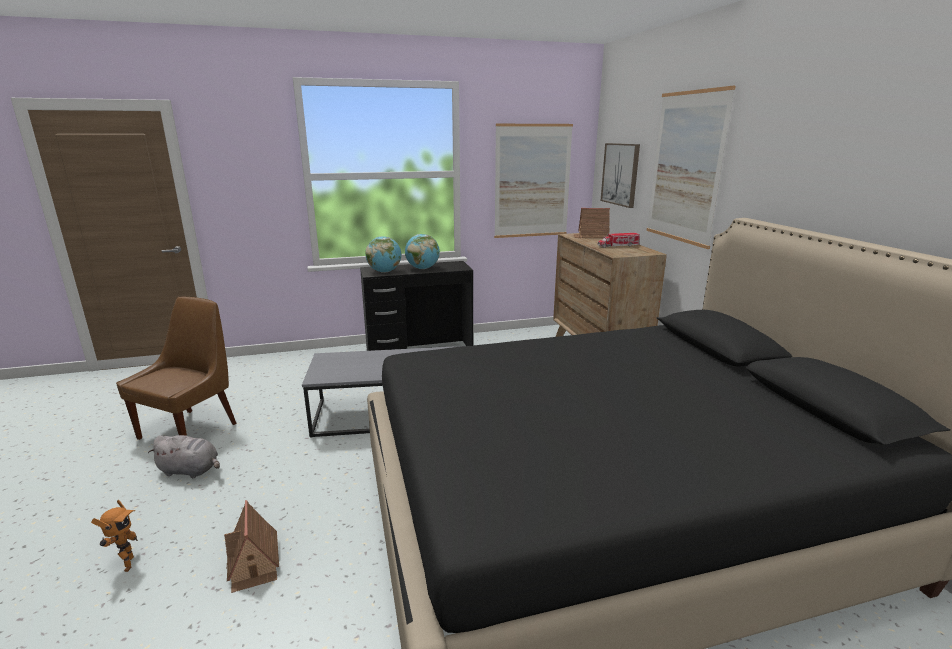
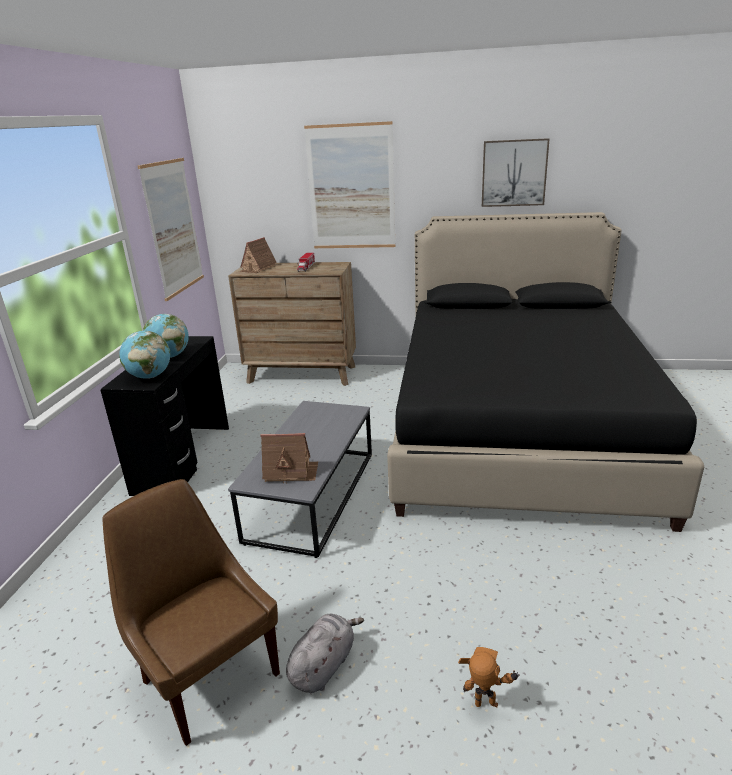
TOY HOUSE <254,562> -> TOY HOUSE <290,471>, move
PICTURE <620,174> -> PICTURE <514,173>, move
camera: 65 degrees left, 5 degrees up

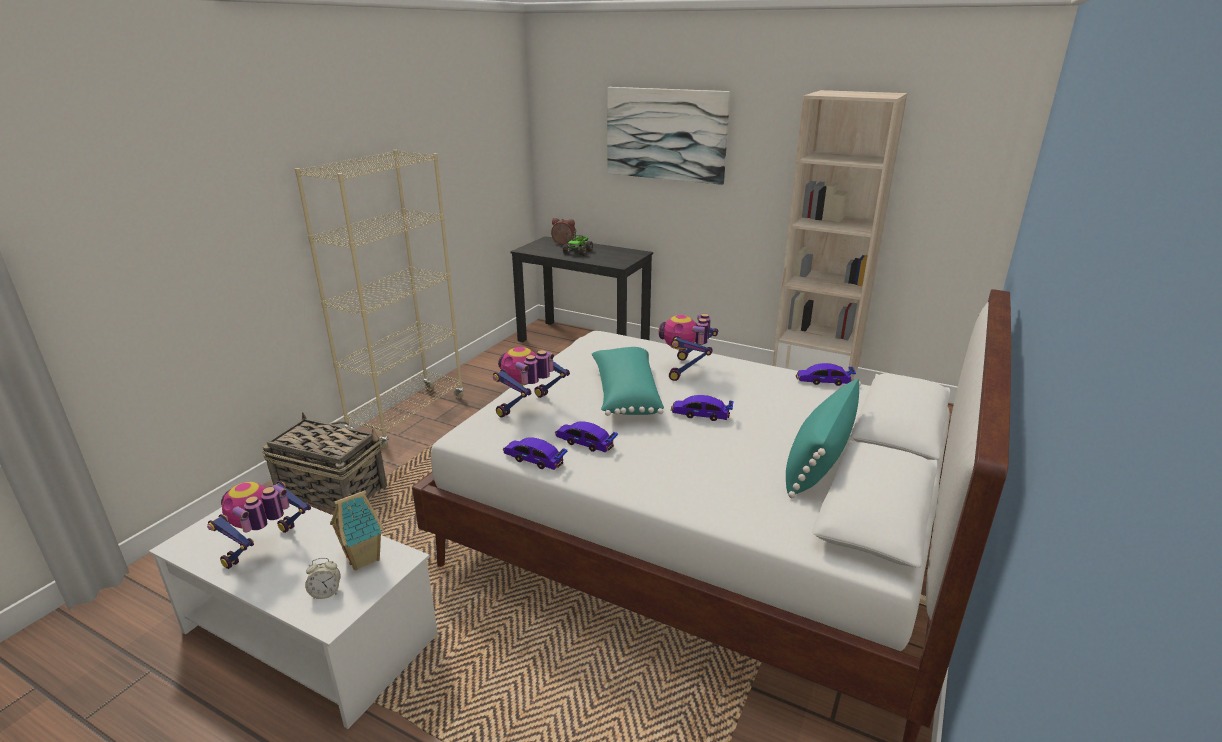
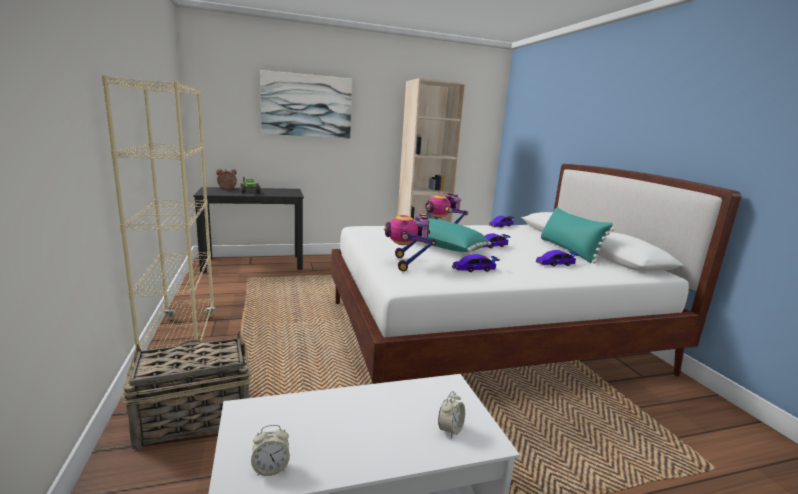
TOY ROBOT <266,550> -> none
TOY HOUSE <364,558> -> none
TOY CAR <534,459> -> TOY CAR <555,264>, move
none -> ALARM CLOCK <271,468>
camera: 45 degrees left, 10 degrees down

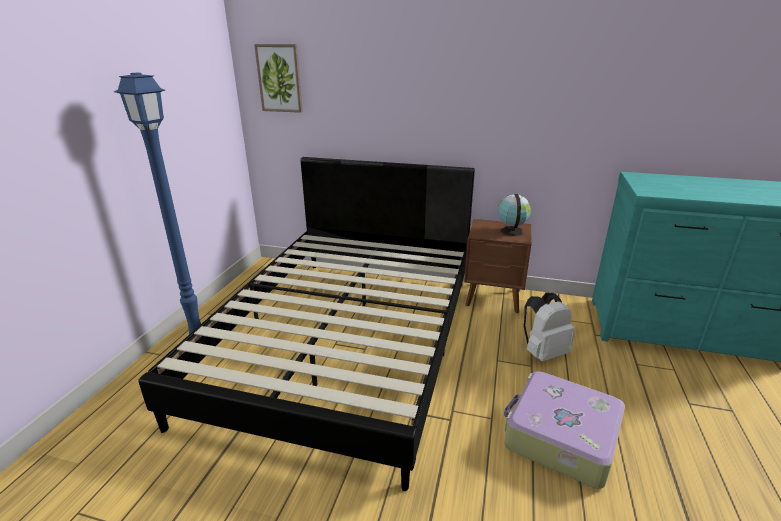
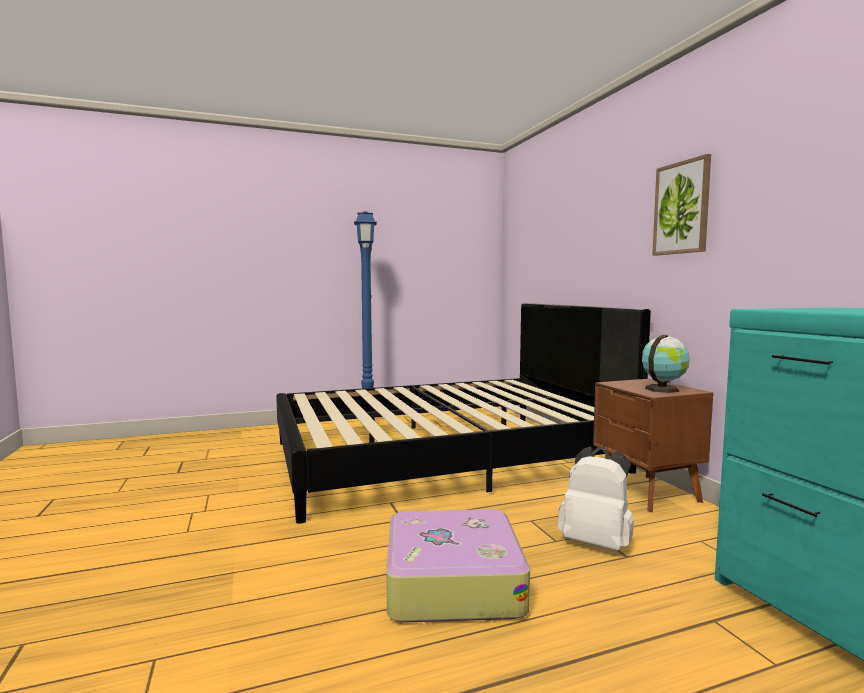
PICTURE <280,78> -> PICTURE <682,208>, move
camera: 55 degrees right, 20 degrees down

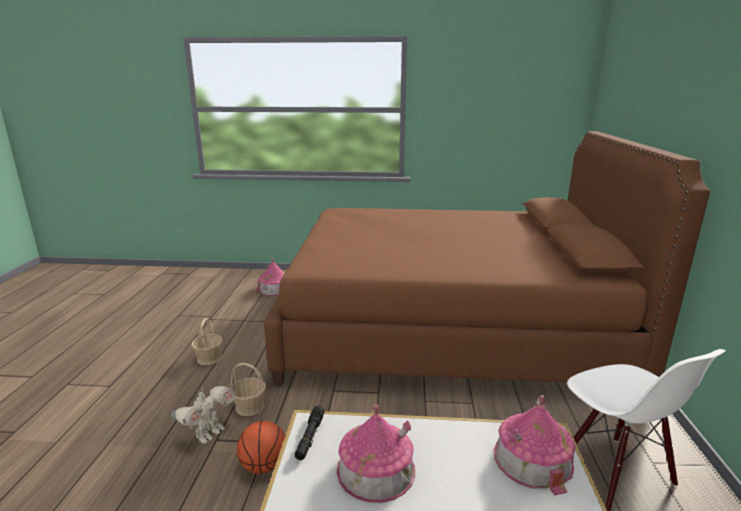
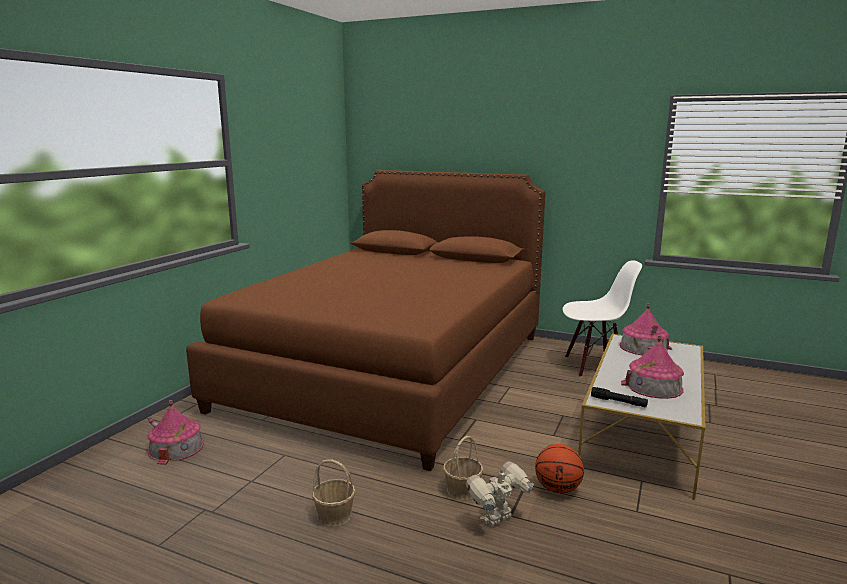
TOY ROBOT <208,433> -> TOY ROBOT <498,520>, 90 degrees counterclockwise
camera: 70 degrees left, 5 degrees down

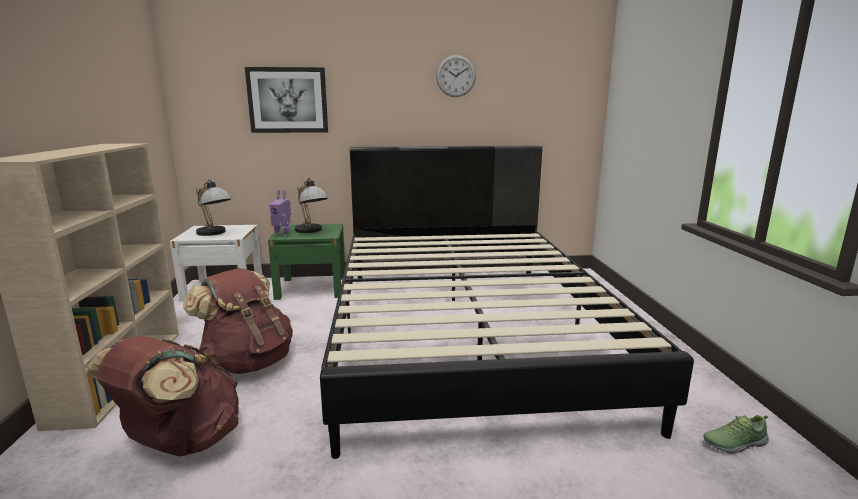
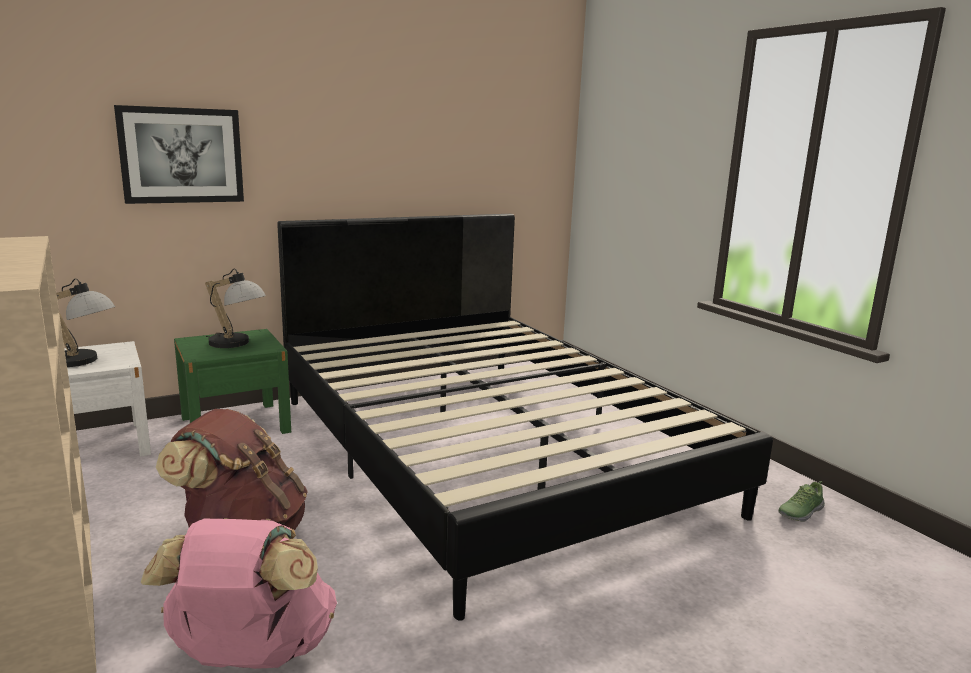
BROWN BACKPACK <181,443> -> PINK BACKPACK <251,655>
TOY ROBOT <283,235> -> none
WALL CLOCK <456,76> -> none
camera: 25 degrees left, 0 degrees up

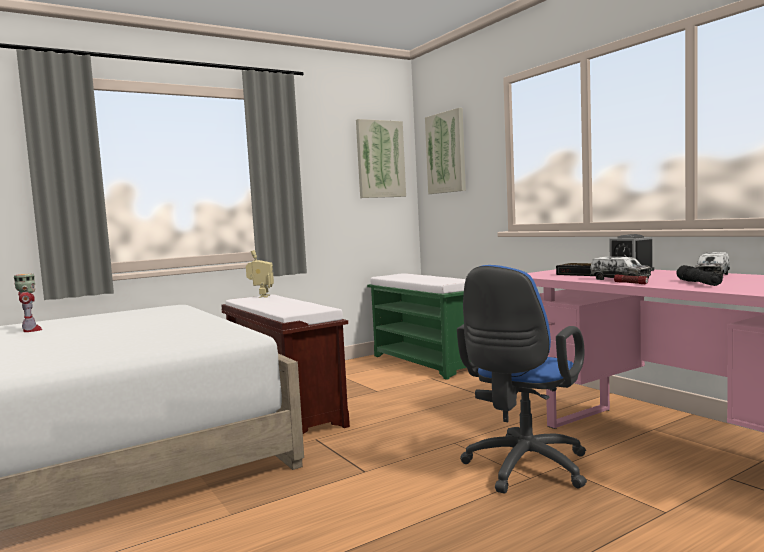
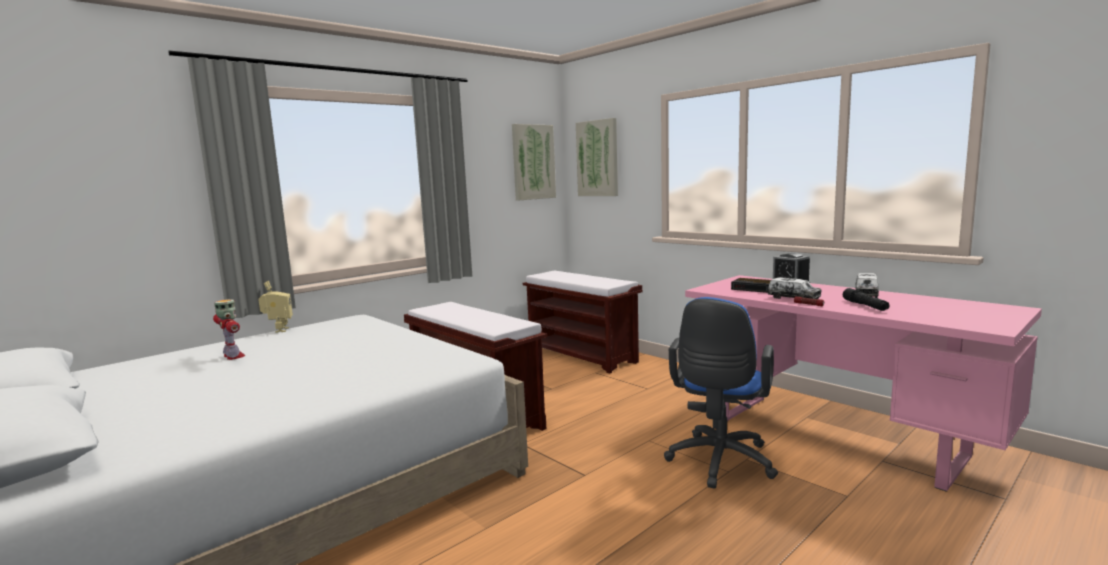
TOY ROBOT <261,296> -> TOY ROBOT <278,330>, move
GREEN BENCH <427,363> -> BROWN BENCH <582,355>
camera: 10 degrees left, 5 degrees up

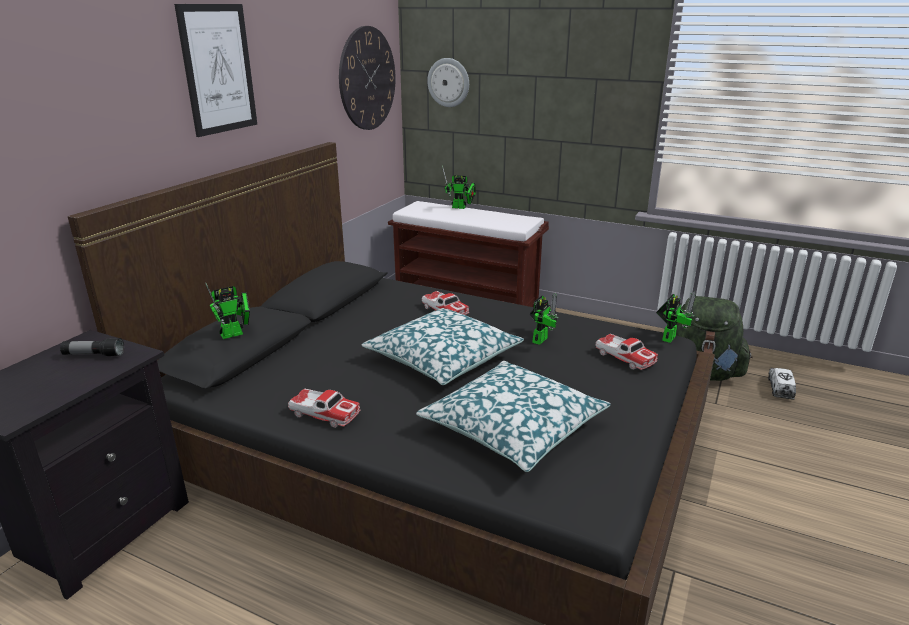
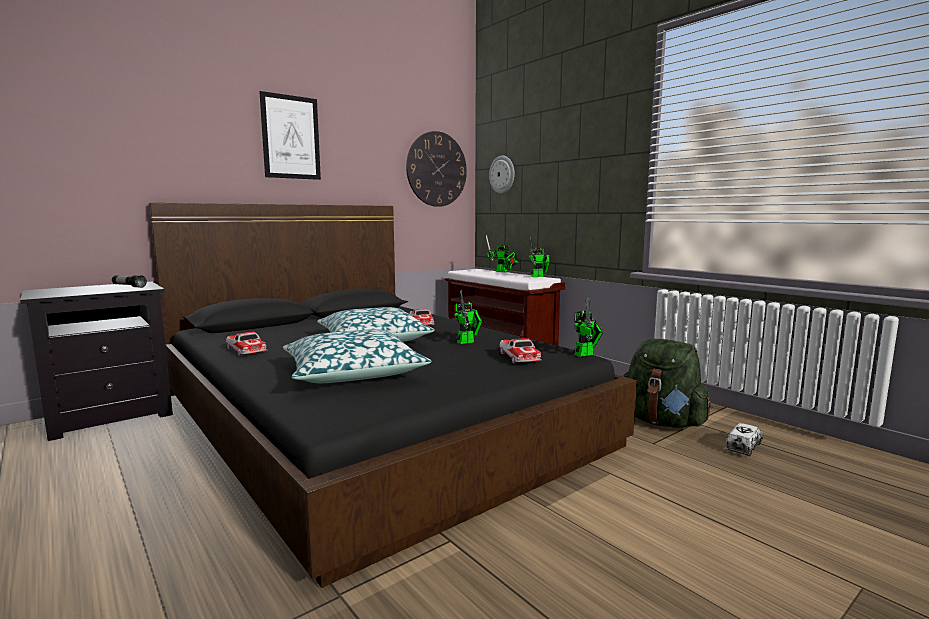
TOY ROBOT <235,334> -> TOY ROBOT <539,276>, move
camera: 25 degrees right, 15 degrees down

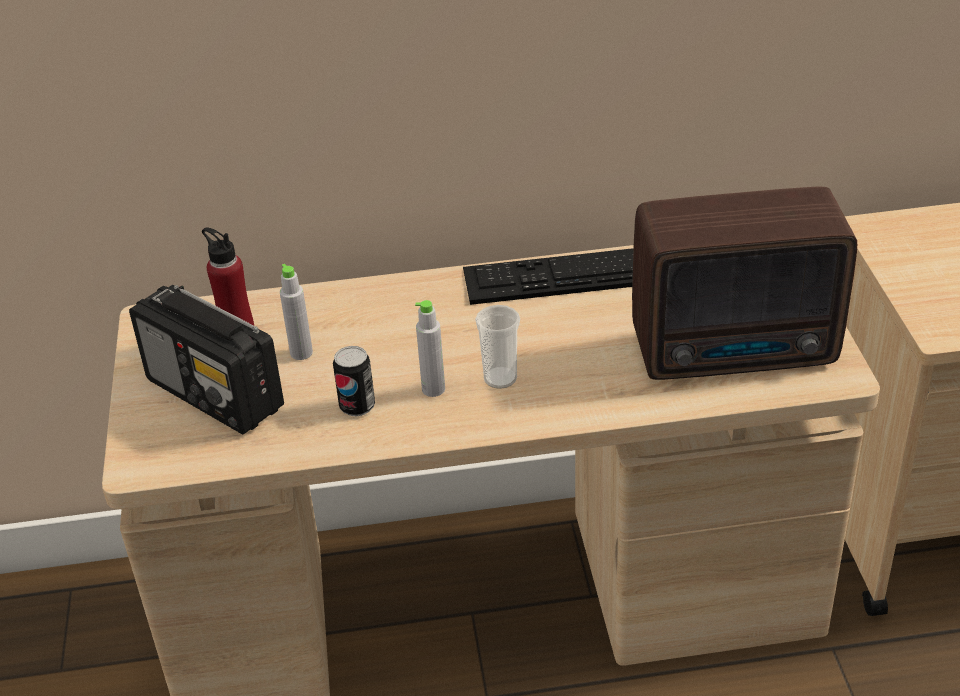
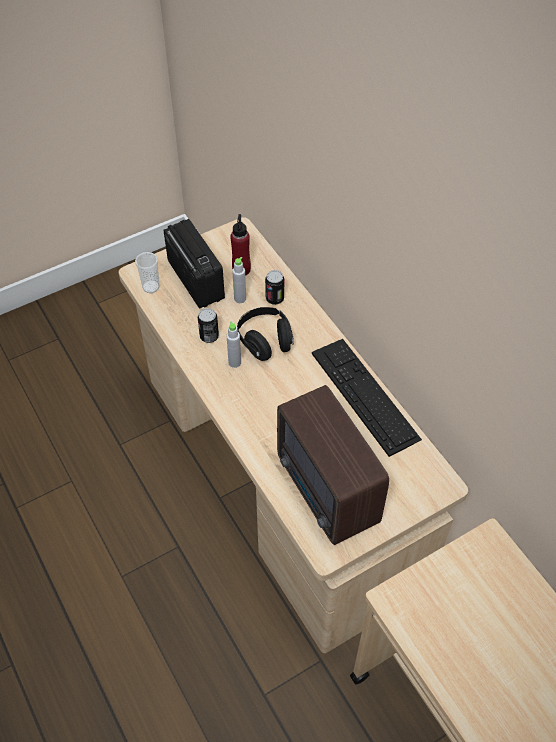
RADIO <216,395> -> RADIO <195,279>, 135 degrees clockwise
CUP <500,378> -> CUP <151,287>, move
none -> BLACK HEADPHONES <265,341>
none -> CAN <274,298>
camera: 65 degrees right, 15 degrees up

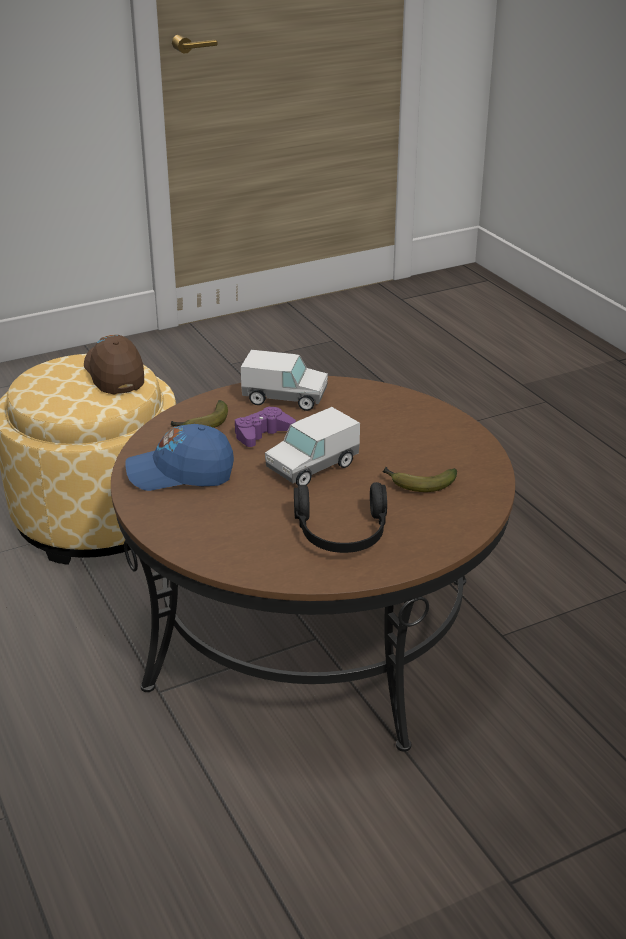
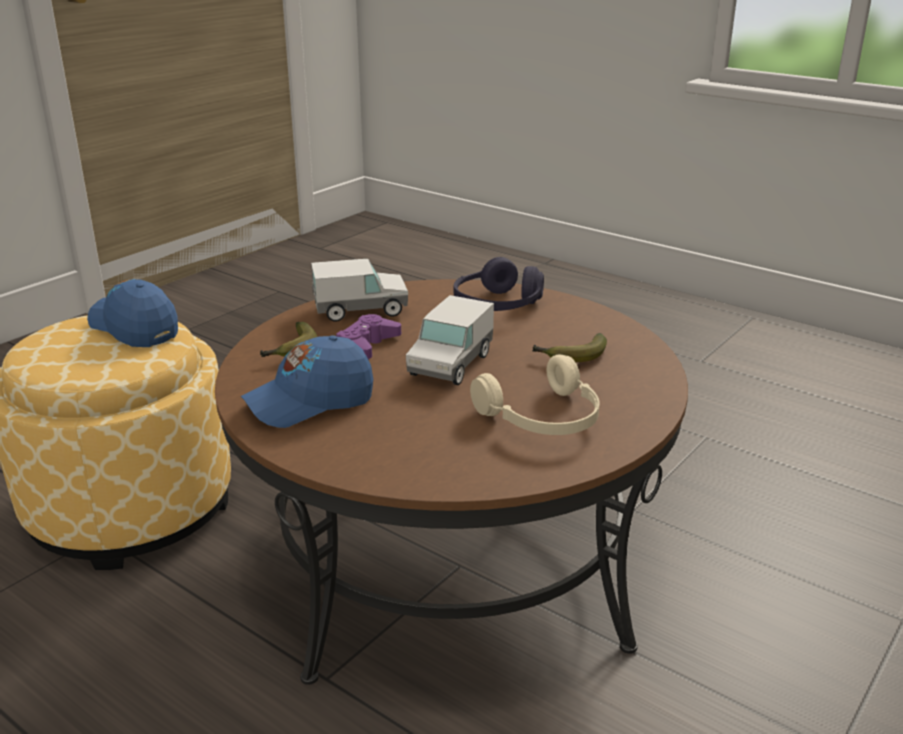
BROWN CAP <114,374> -> BLUE CAP <134,328>
BLACK HEADPHONES <342,534> -> BEIGE HEADPHONES <544,418>
none -> PURPLE HEADPHONES <497,305>
camera: 25 degrees left, 5 degrees down

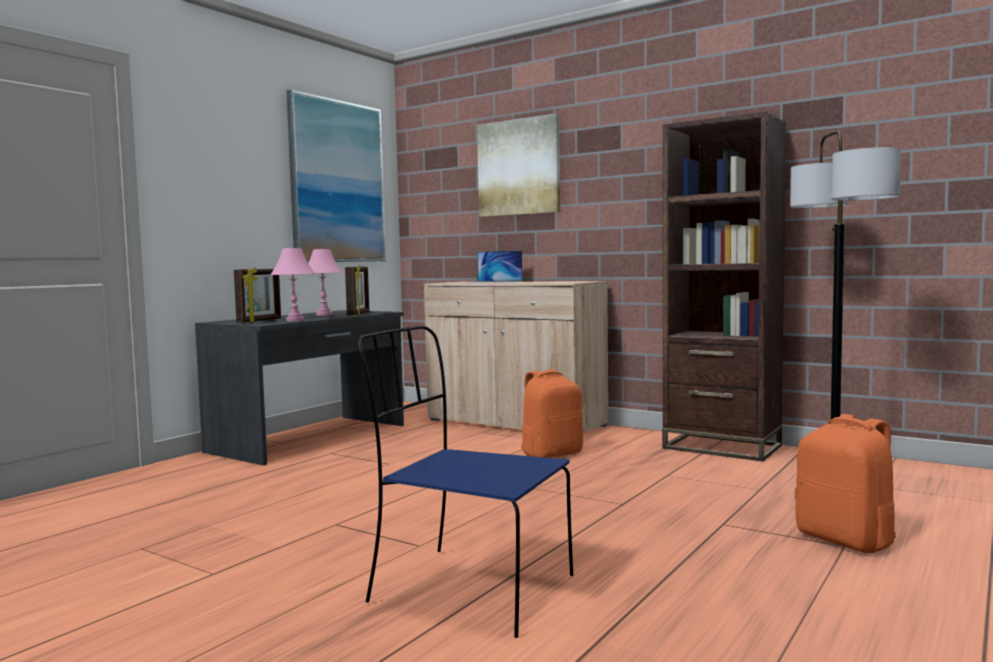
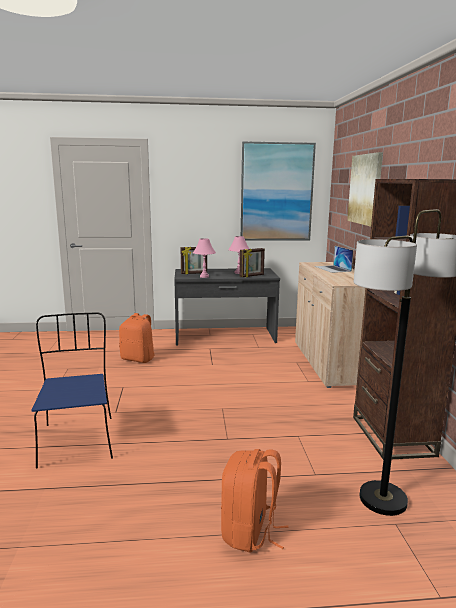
ORANGE BACKPACK <551,454> -> ORANGE BACKPACK <138,359>, move
camera: 50 degrees right, 10 degrees up

